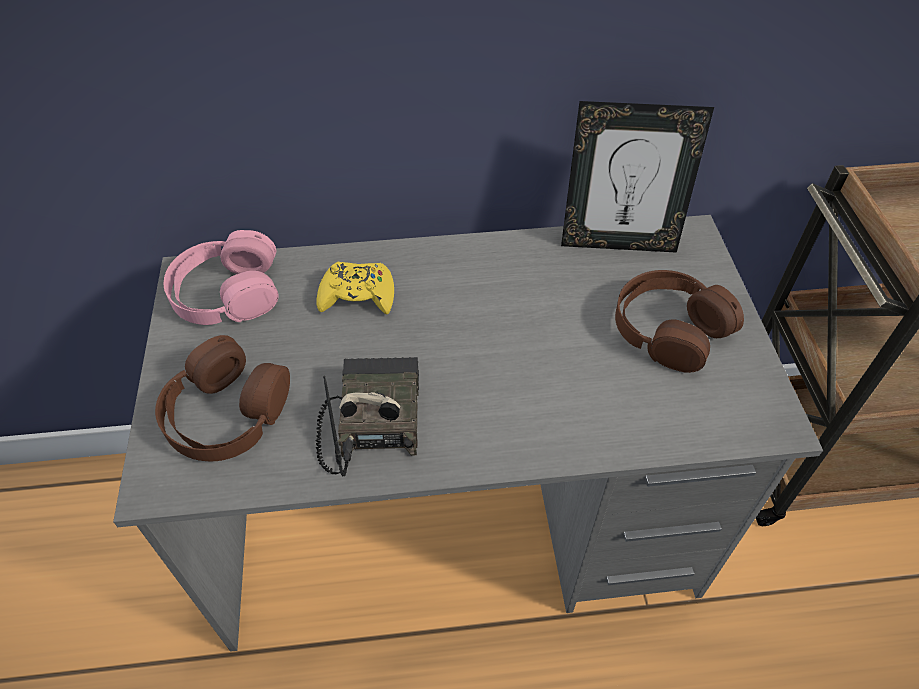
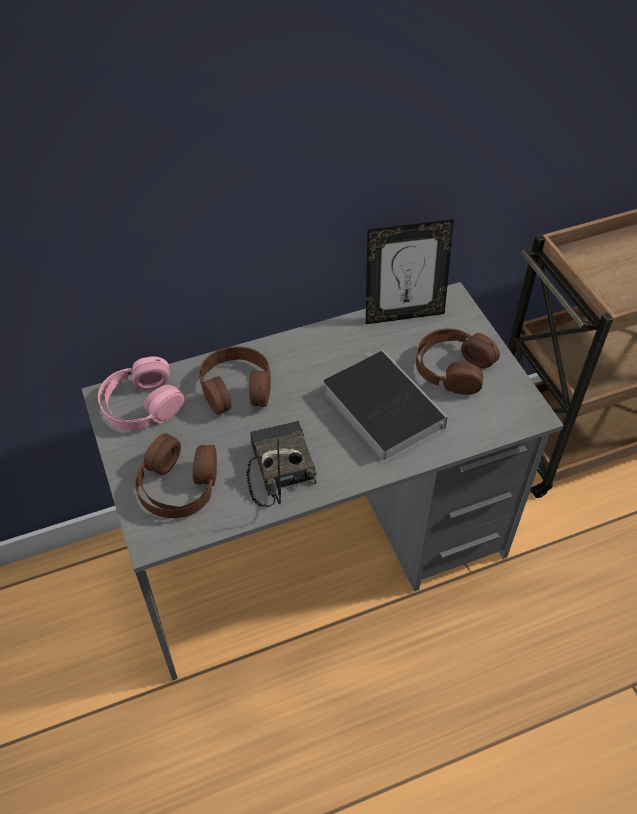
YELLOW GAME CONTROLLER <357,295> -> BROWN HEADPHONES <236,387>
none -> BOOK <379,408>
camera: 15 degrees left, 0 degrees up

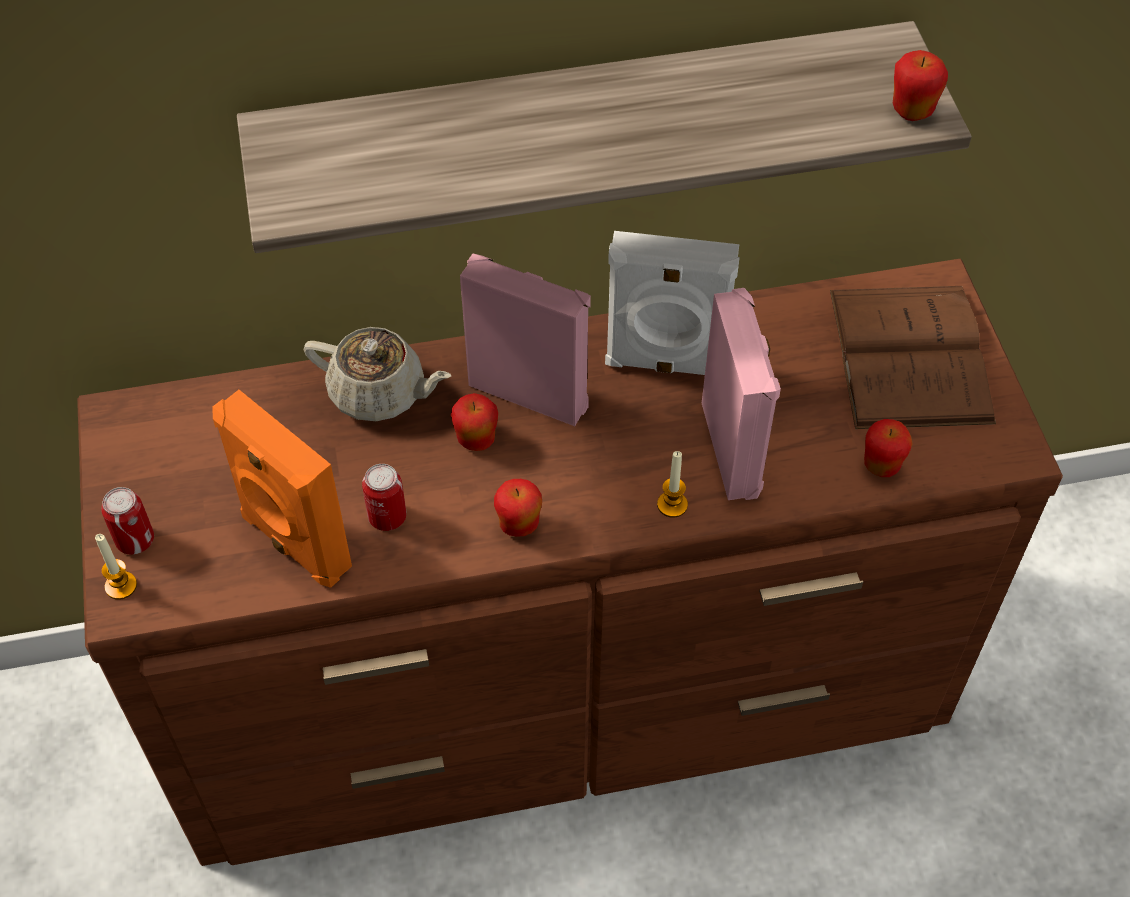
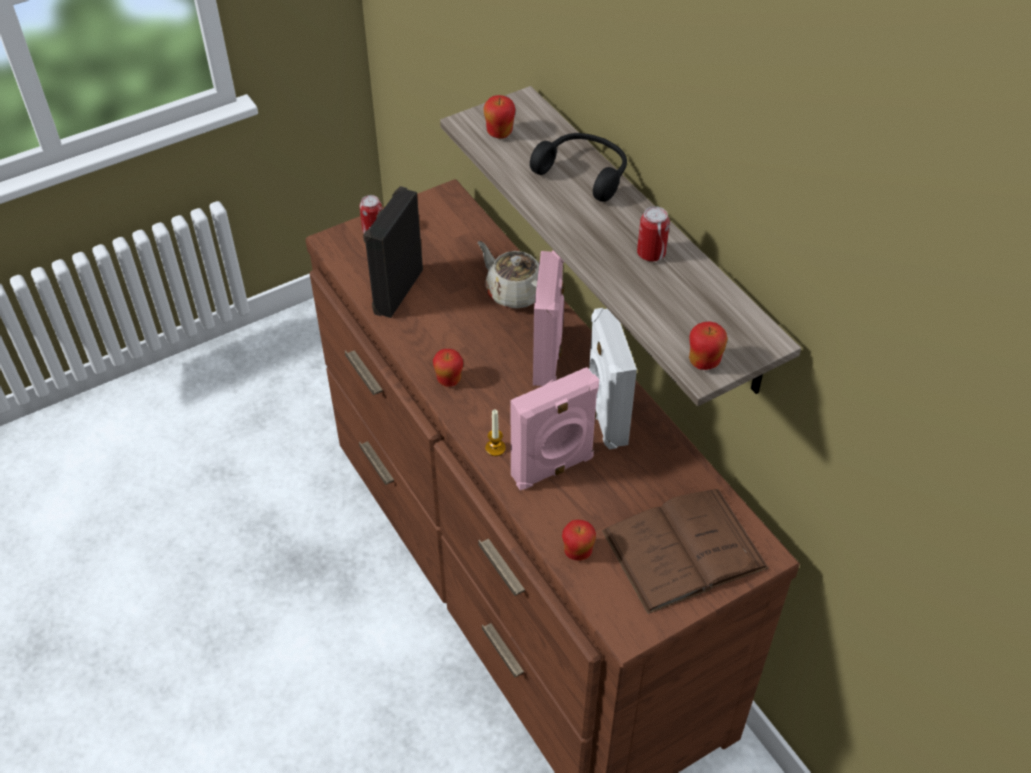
CANDLE <121,586> -> none
ORANGE SPEAKER <294,543> -> BLACK SPEAKER <396,290>
BEIGE TEAPOT <379,393> -> BEIGE TEAPOT <514,292>, 135 degrees clockwise
CAN <387,517> -> CAN <651,253>, move
APPLE <476,440> -> APPLE <499,133>, move
none -> BLACK HEADPHONES <584,173>
camera: 70 degrees right, 5 degrees down

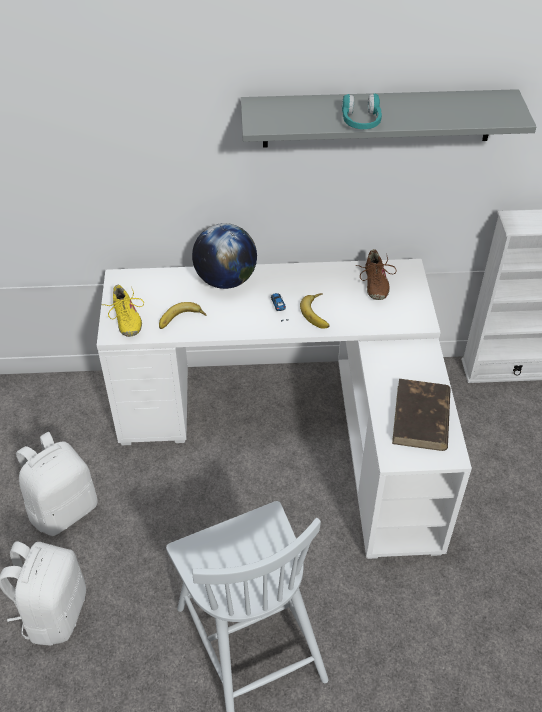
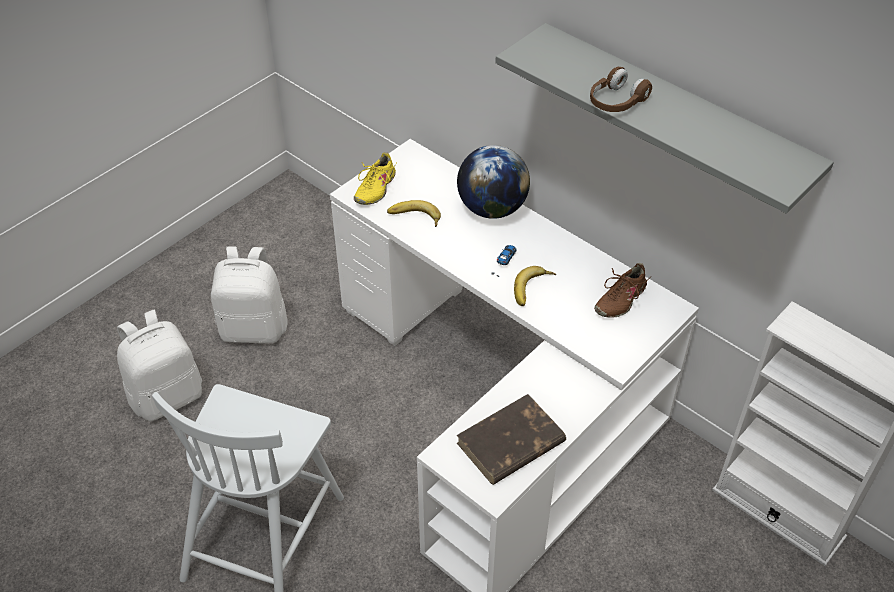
TURQUOISE HEADPHONES <361,121> -> BROWN HEADPHONES <616,102>
camera: 45 degrees right, 0 degrees up

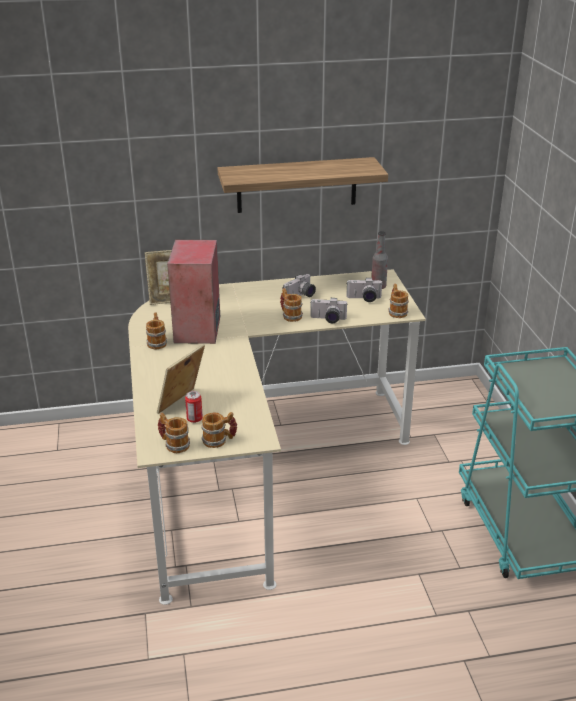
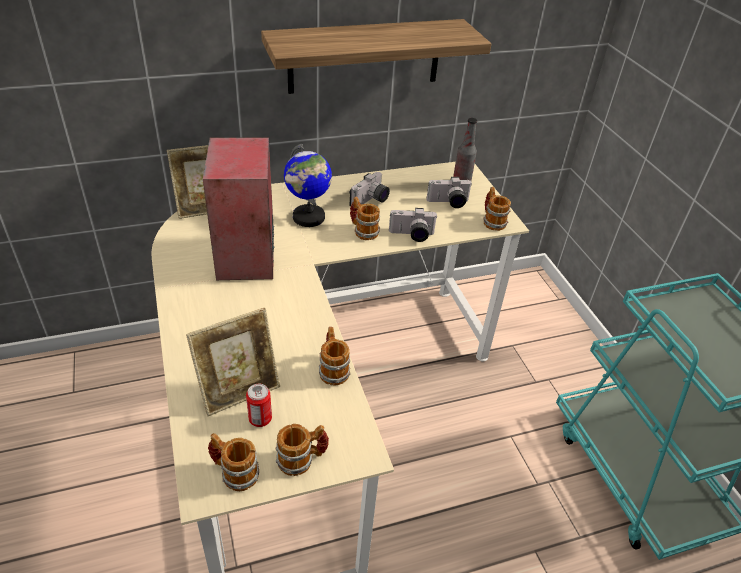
MUG <157,342> -> MUG <333,368>, move
PICTURE FRAME <182,404> -> PICTURE FRAME <239,391>, 150 degrees counterclockwise
none -> GLOBE <308,217>
camera: 10 degrees left, 10 degrees up

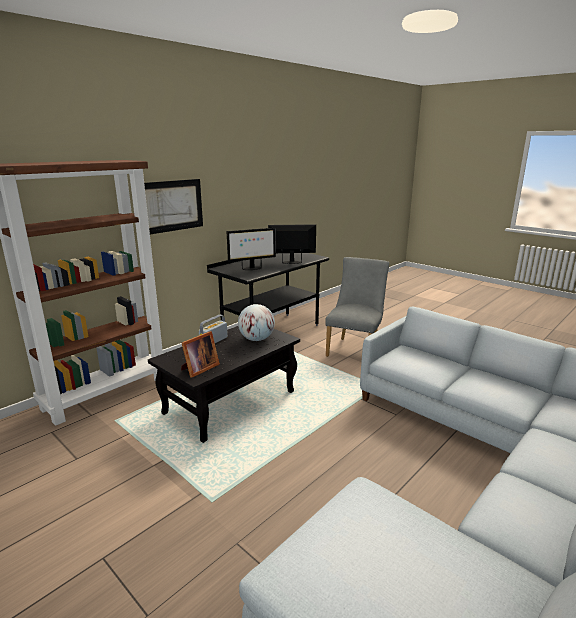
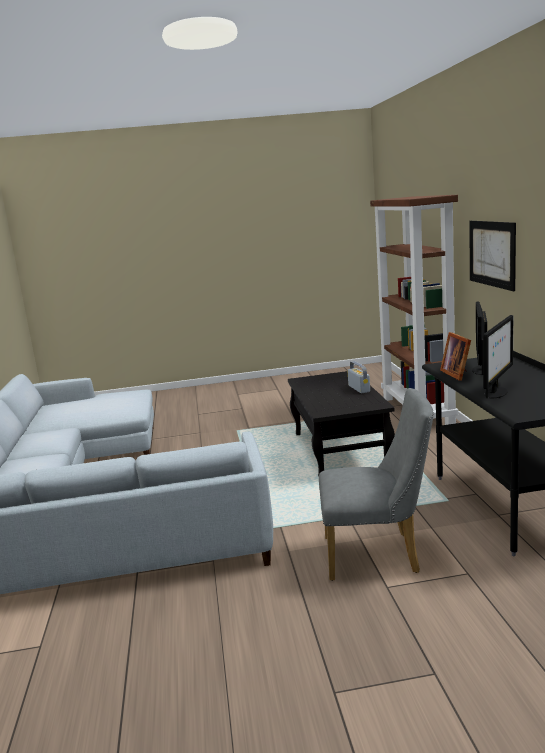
PICTURE FRAME <199,369> -> PICTURE FRAME <457,374>, move
GLOBE <256,339> -> none
GREY CHAIR <355,349> -> GREY CHAIR <378,555>, 60 degrees counterclockwise
camera: 130 degrees right, 5 degrees down

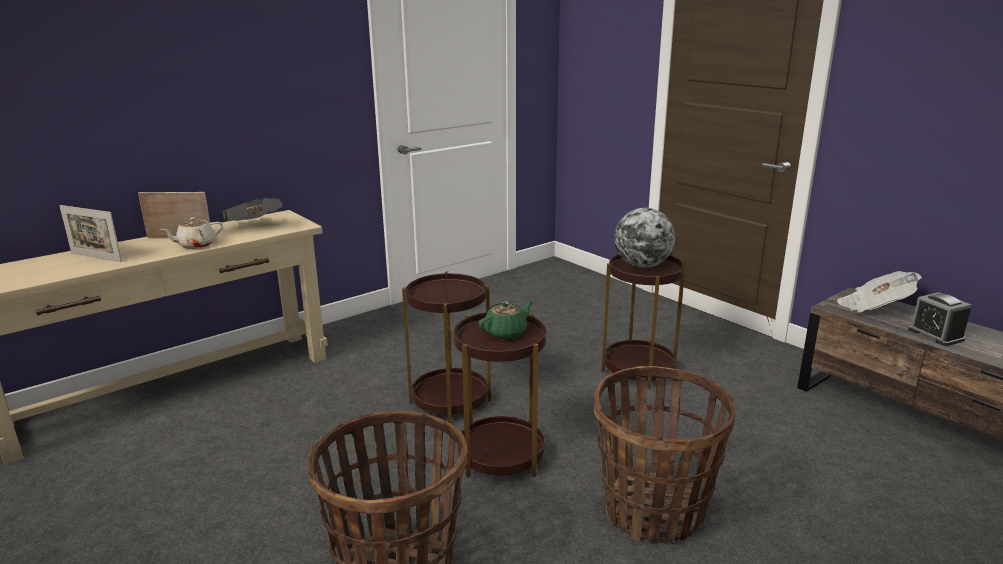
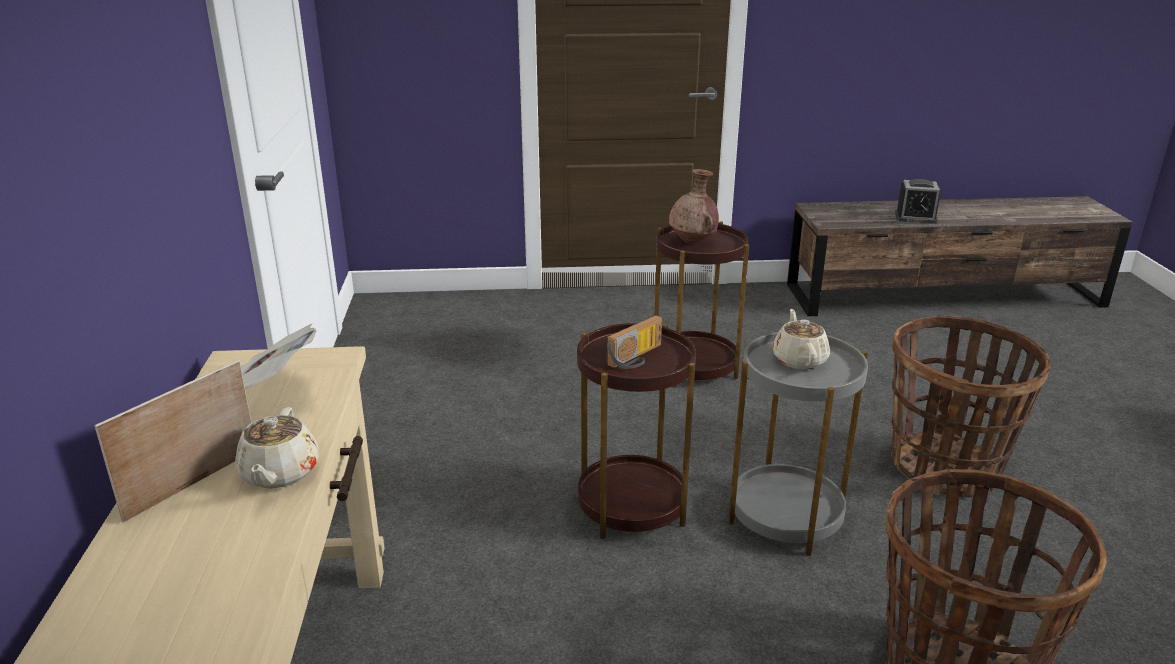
PICTURE FRAME <96,257> -> none
BROWN SIDE TABLE <501,456> -> GREY SIDE TABLE <786,516>
GREEN TEAPOT <506,333> -> BEIGE TEAPOT <799,359>
GLOBE <642,265> -> BROWN VASE <693,242>
NEWSPAPER <874,308> -> none
none -> RADIO <637,358>
camera: 55 degrees left, 5 degrees up

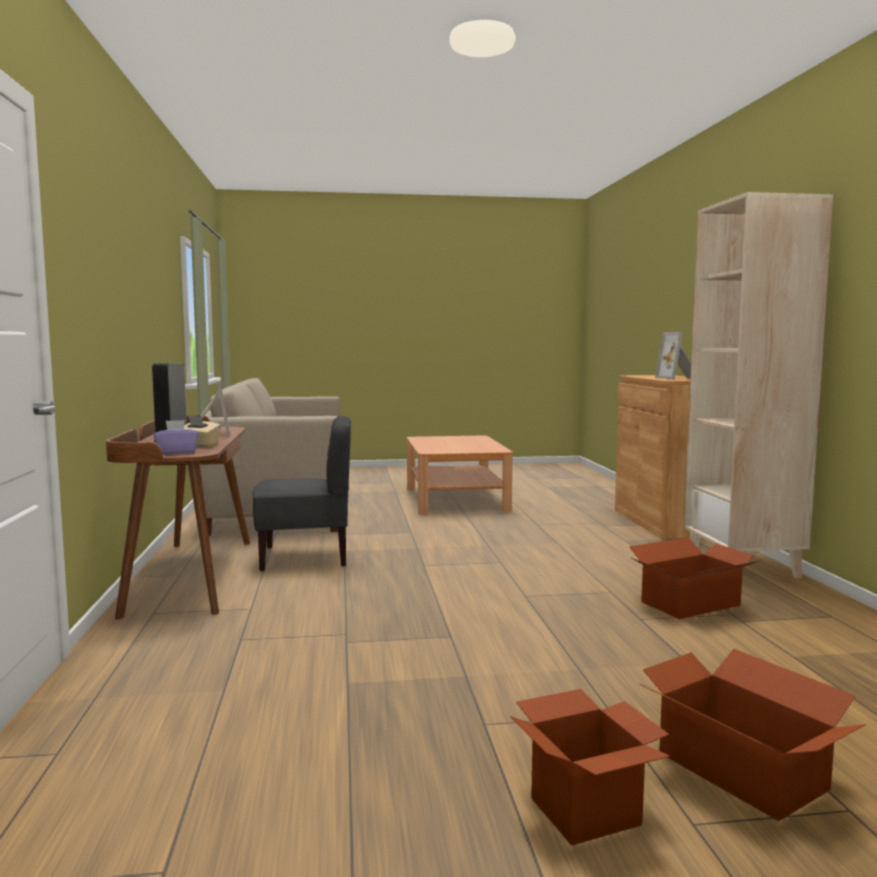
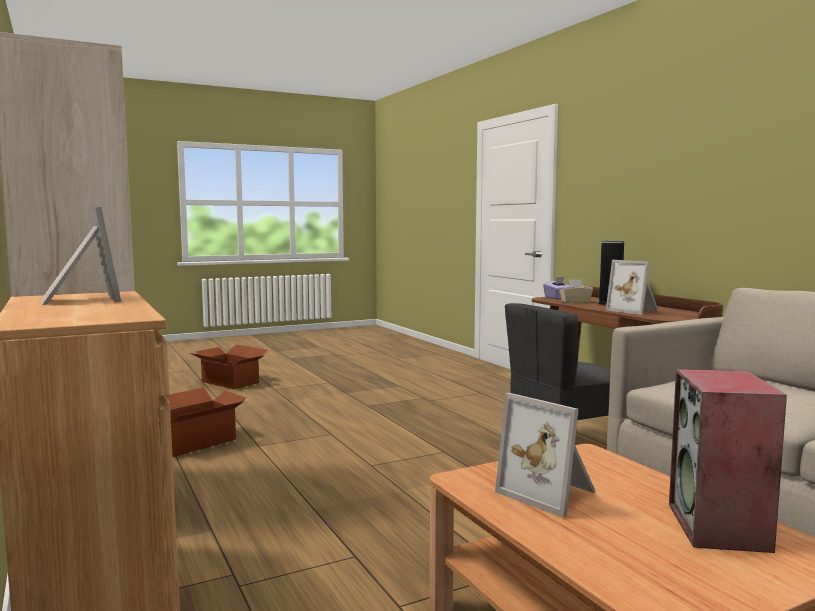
CARDBOARD BOX <585,812> -> none
none -> PICTURE FRAME <550,493>
none -> SPEAKER <719,528>
camera: 160 degrees right, 0 degrees up

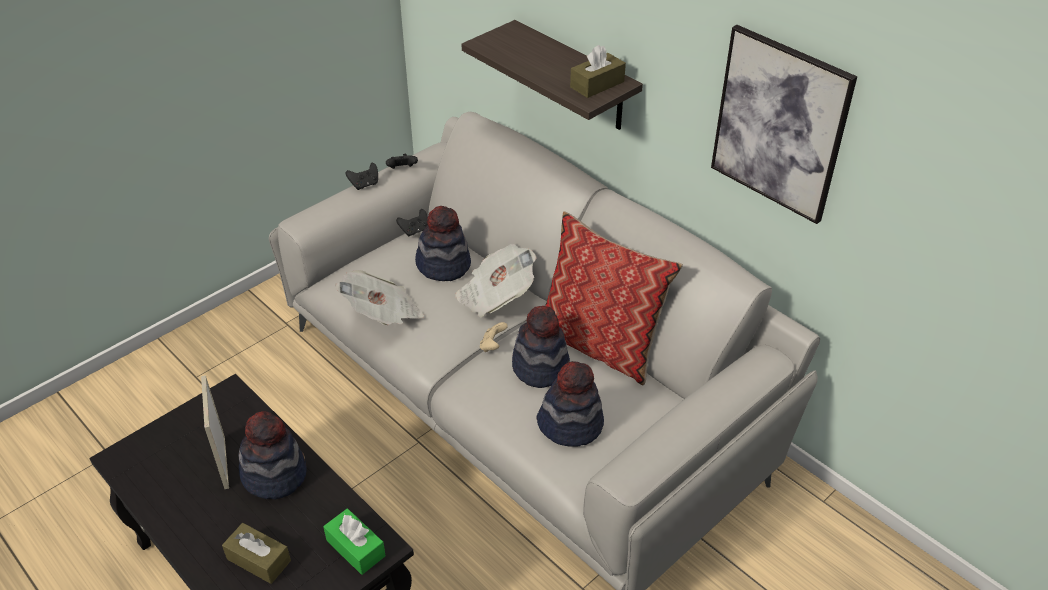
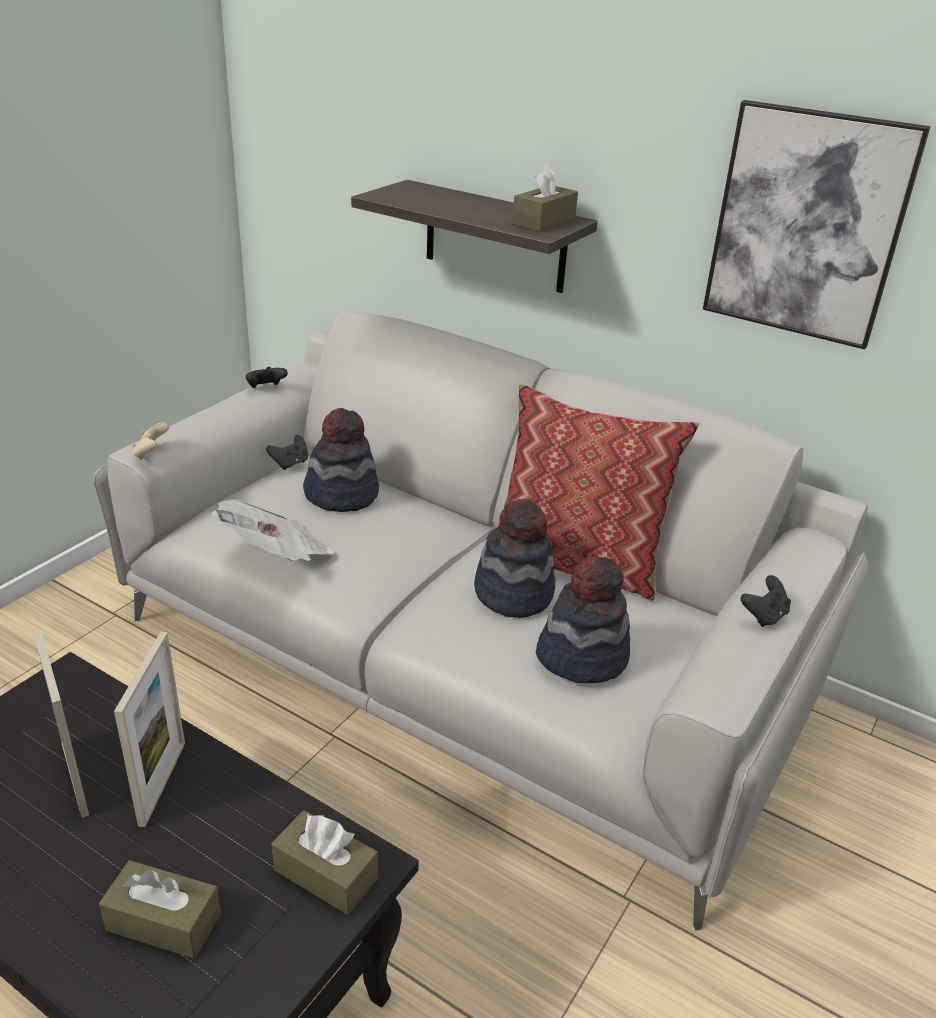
HAT <274,474> -> PICTURE FRAME <162,783>
GREEN TISSUE BOX <355,548> -> BROWN TISSUE BOX <325,874>
BLACK GAME CONTROLLER <364,185> -> BLACK GAME CONTROLLER <764,616>, move
NEWSPAPER <495,296> -> none
BEIGE GAME CONTROLLER <492,346> -> BEIGE GAME CONTROLLER <151,454>, move
camera: 15 degrees left, 10 degrees down

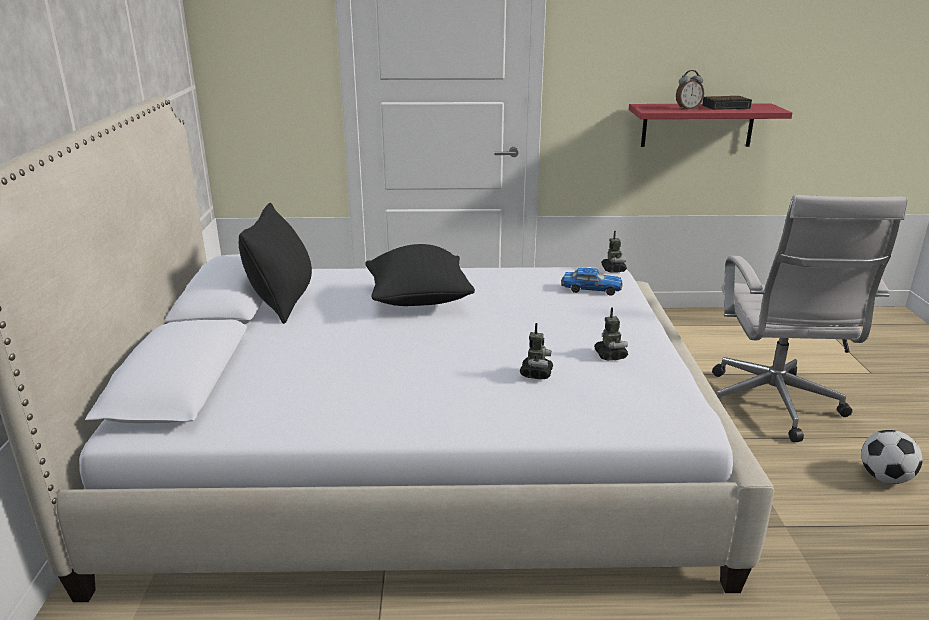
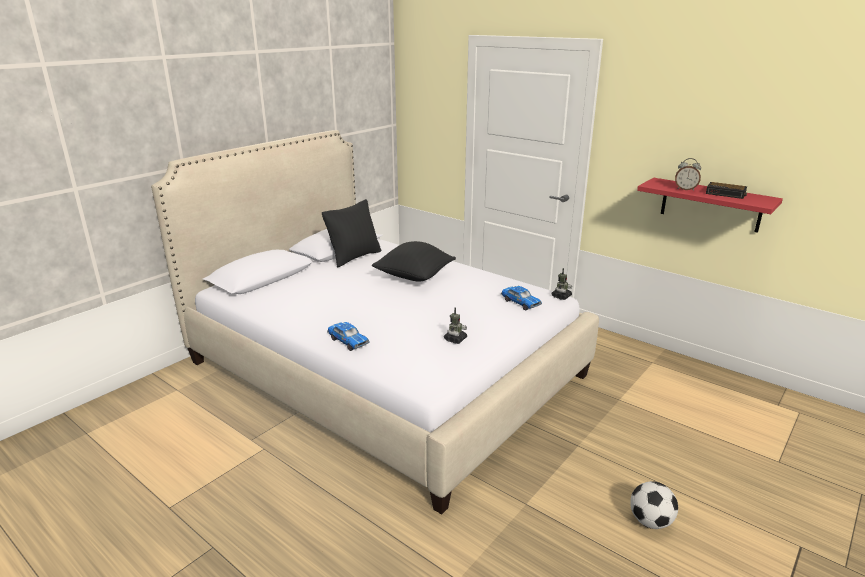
TOY ROBOT <536,373> -> none
WHITE OFFICE CHAIR <773,407> -> none
none -> TOY CAR <348,341>
camera: 40 degrees right, 0 degrees up

